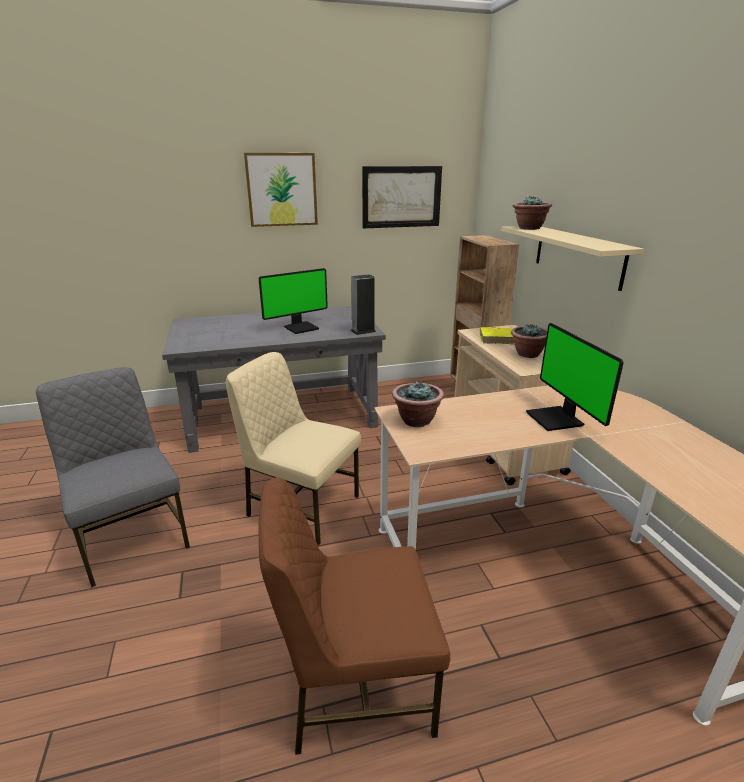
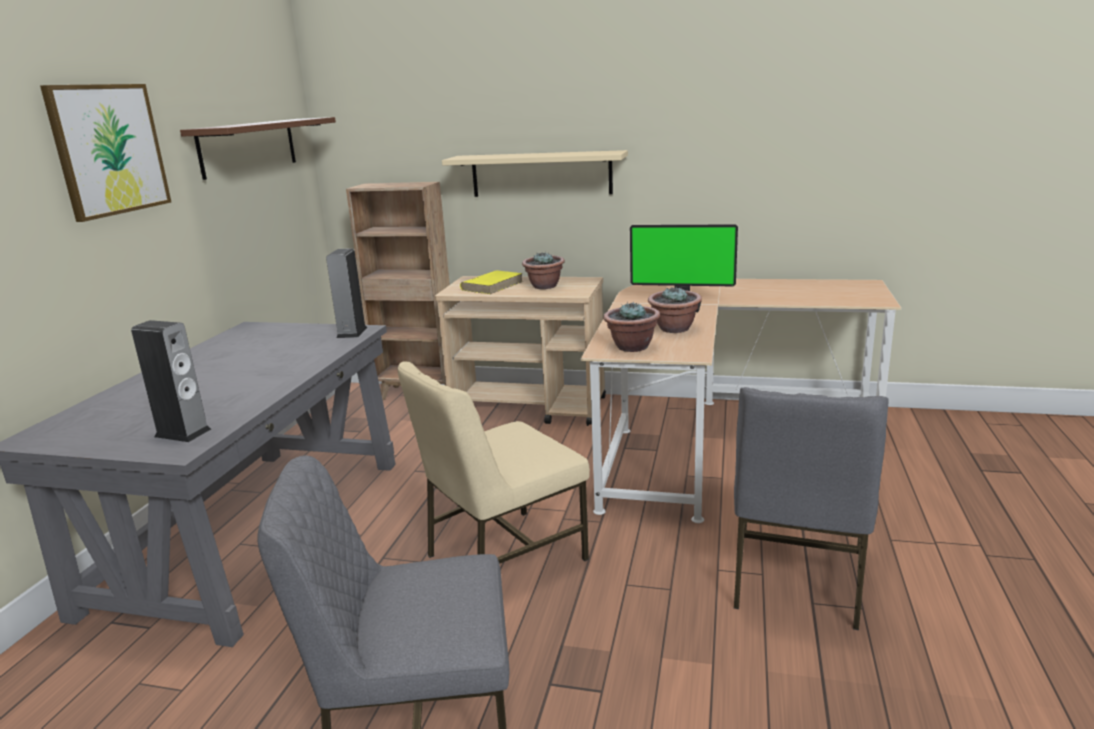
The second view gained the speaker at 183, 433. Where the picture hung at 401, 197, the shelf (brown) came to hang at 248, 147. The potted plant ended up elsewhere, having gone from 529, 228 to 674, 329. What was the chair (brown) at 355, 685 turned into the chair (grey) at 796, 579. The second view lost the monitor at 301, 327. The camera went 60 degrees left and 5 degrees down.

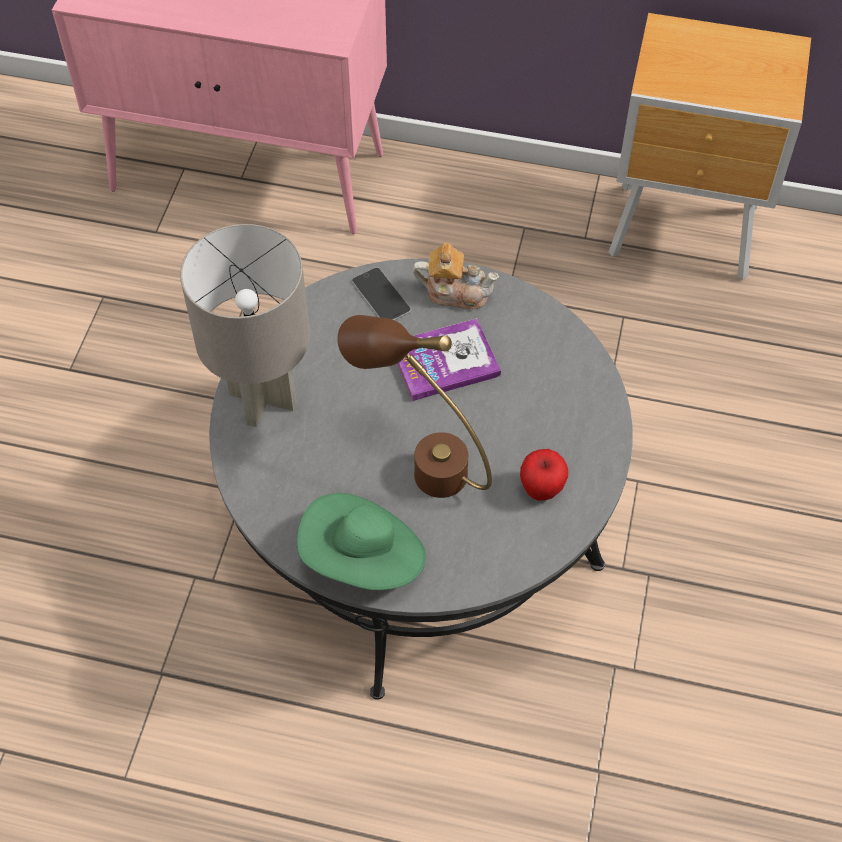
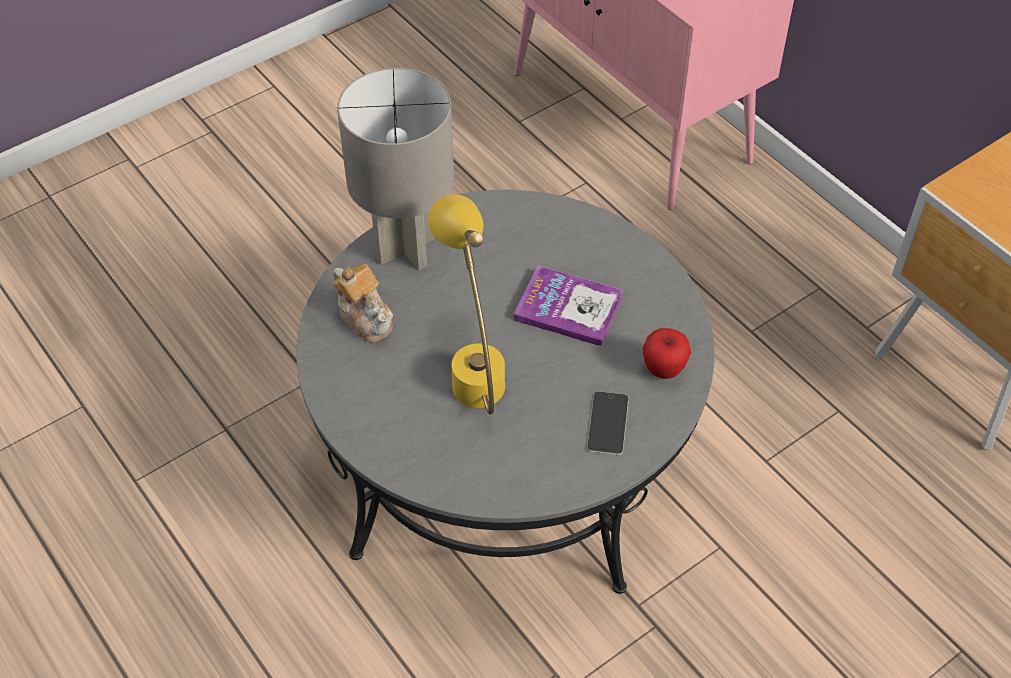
The teapot ended up elsewhere, having gone from 455, 292 to 366, 317. What was the table lamp (brown) at 419, 461 turned into the table lamp (yellow) at 472, 366. The phone ended up elsewhere, having gone from 381, 295 to 608, 423. The apple ended up elsewhere, having gone from 541, 489 to 663, 370. The second view lost the hat (green) at 364, 559. The camera went 40 degrees right and 5 degrees down.

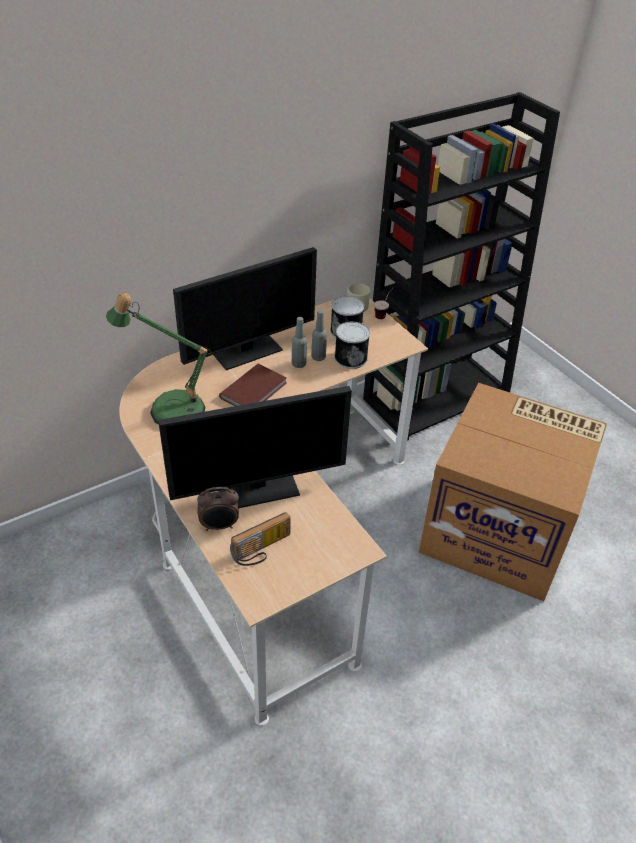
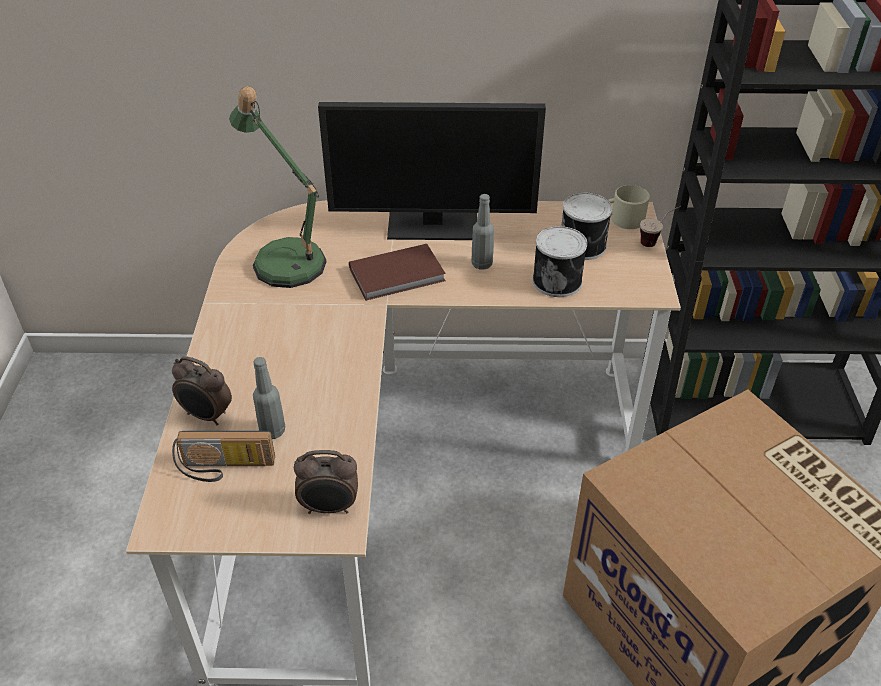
The bottle (grey) ended up elsewhere, having gone from 318, 357 to 272, 431. The second view gained the alarm clock at 329, 508. The second view lost the monitor at 257, 485. The camera went 35 degrees right and 0 degrees up.

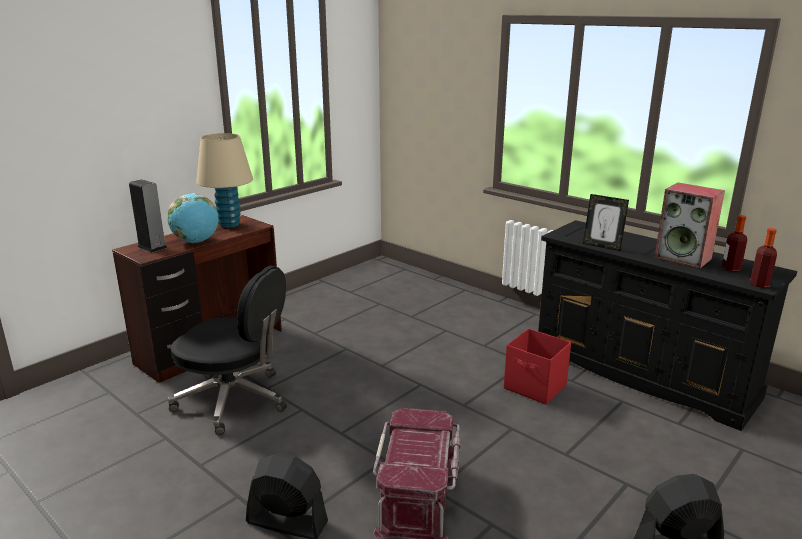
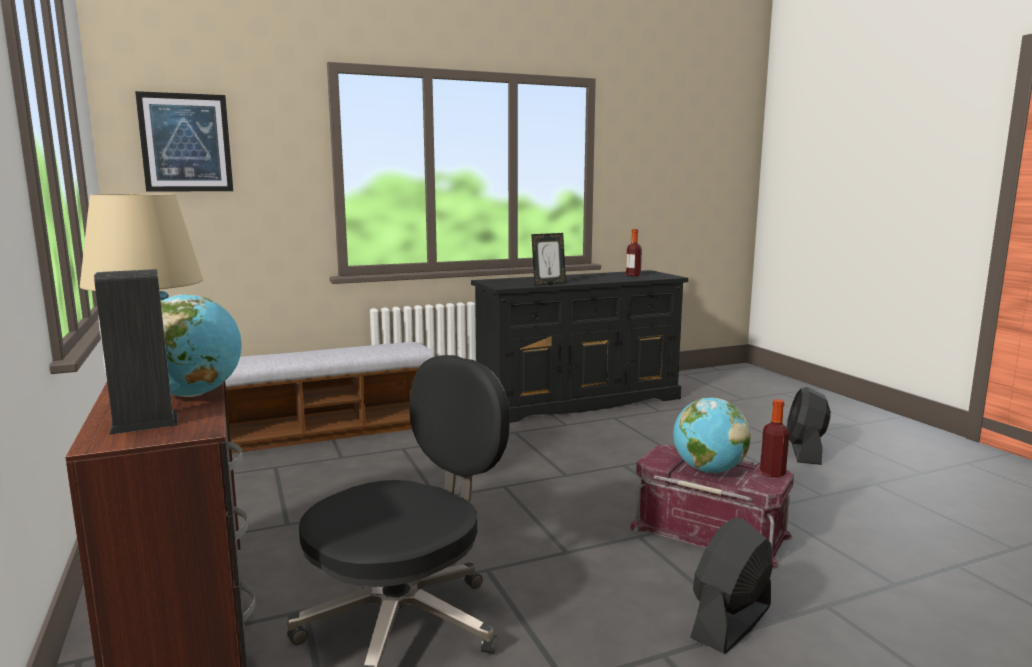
The second view gained the picture at 186, 143. The second view gained the bench at 331, 431. The second view gained the globe at 708, 470. The bottle ended up elsewhere, having gone from 759, 284 to 772, 473. The second view lost the storage box (red) at 535, 387. The second view lost the speaker at 683, 258. The camera went 65 degrees left and 10 degrees down.

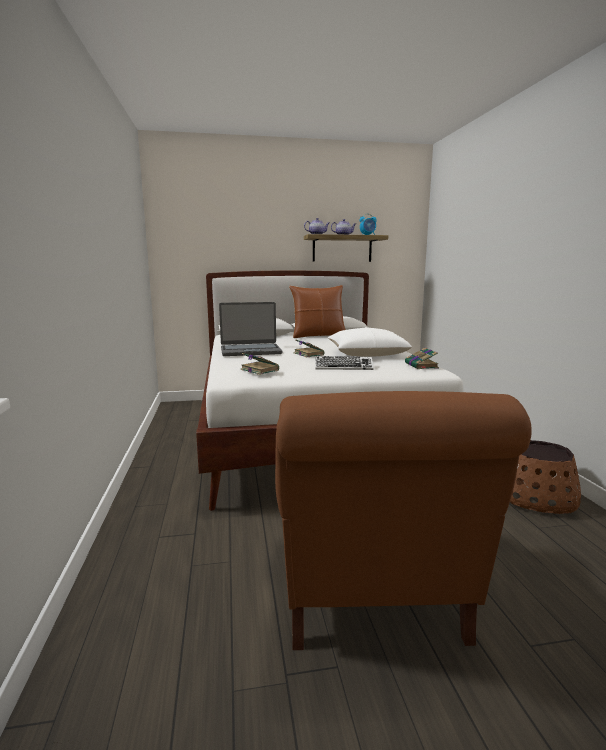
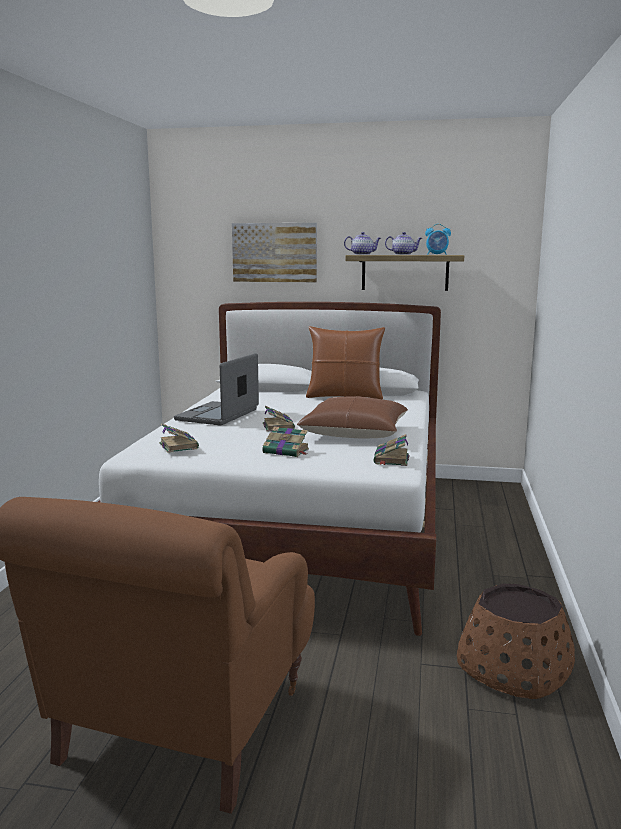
The laptop at 250, 351 ended up facing another way, 105 degrees clockwise from before. The second view gained the picture at 275, 252. Where the keyboard stood at 343, 367, the book came to stand at 287, 451. What was the pillow (white) at 366, 354 turned into the pillow (brown) at 354, 433. The camera went 20 degrees right and 0 degrees up.

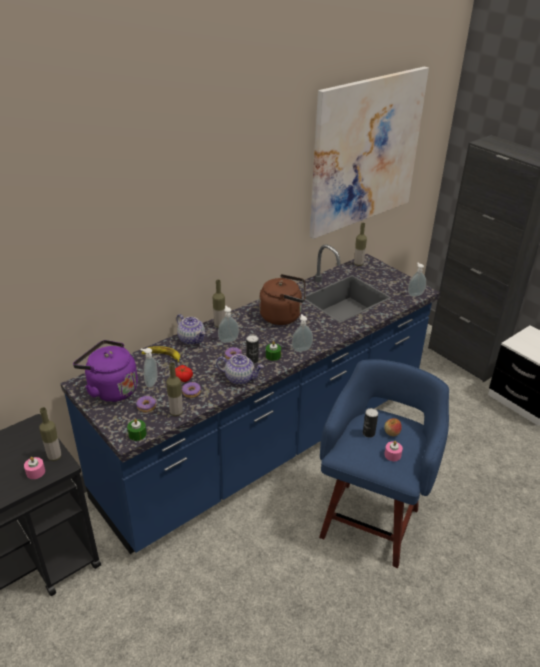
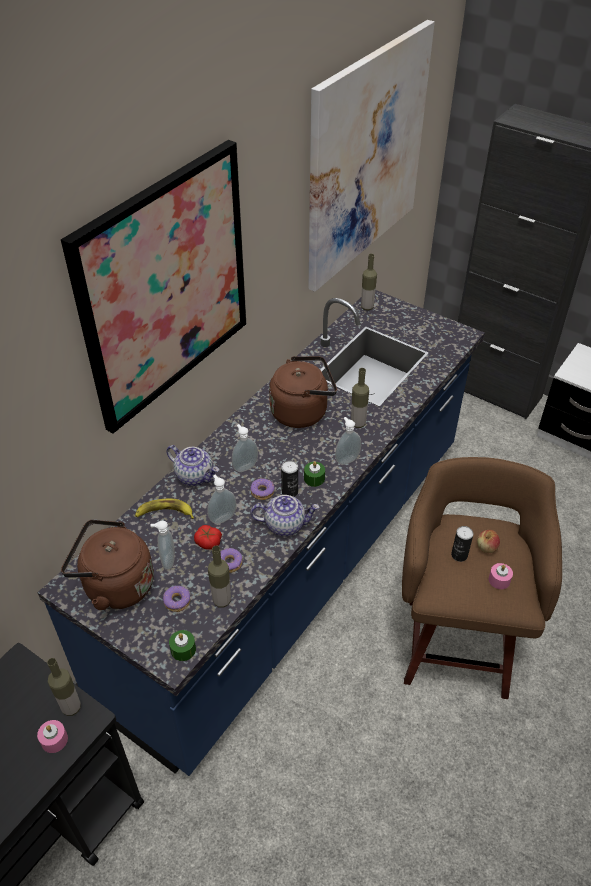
The second view gained the picture at 165, 287. What was the kettle (purple) at 110, 389 turned into the kettle (brown) at 115, 585. The soap dispenser ended up elsewhere, having gone from 415, 294 to 222, 517. The bottle ended up elsewhere, having gone from 219, 325 to 358, 423. What was the stool (blue) at 371, 520 turned into the stool (brown) at 456, 642. The camera went 15 degrees left and 10 degrees up.

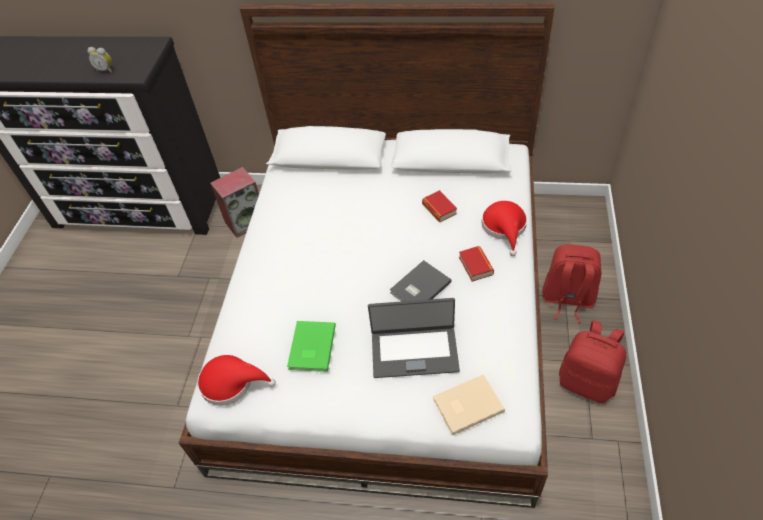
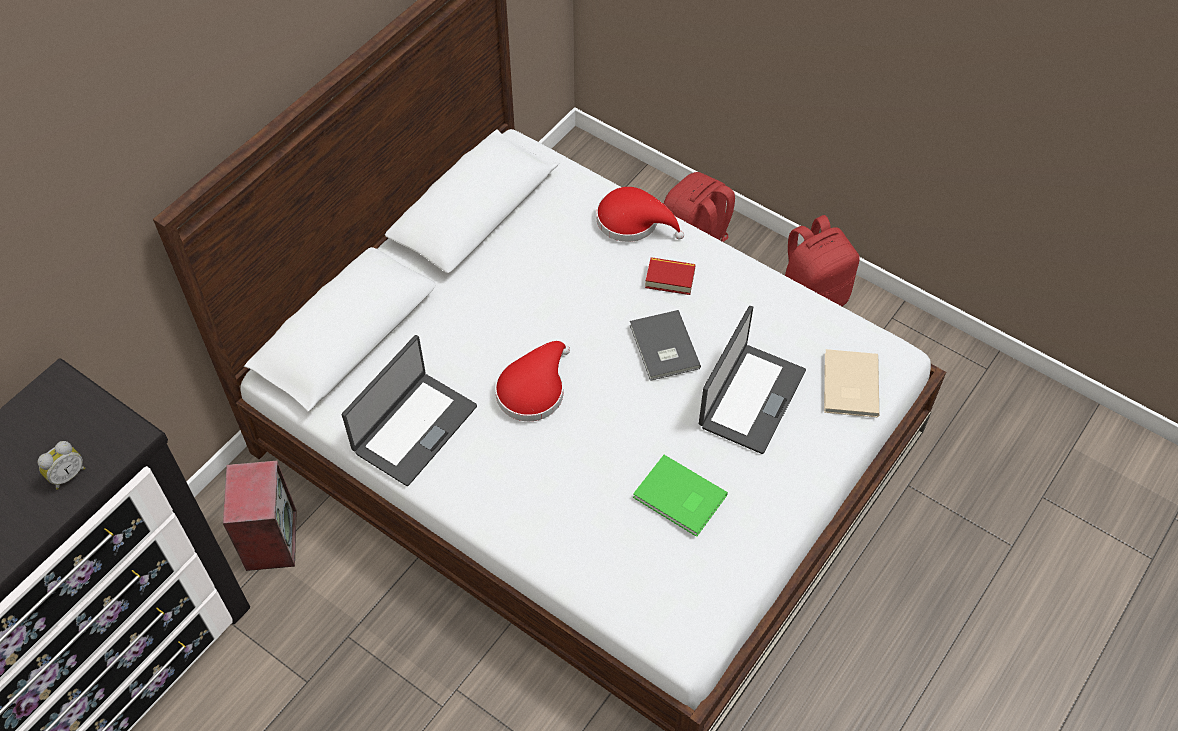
The second view gained the laptop at 414, 428. The hat (red) ended up elsewhere, having gone from 231, 382 to 533, 389. The second view lost the book at 439, 209. The camera went 65 degrees left and 5 degrees up.

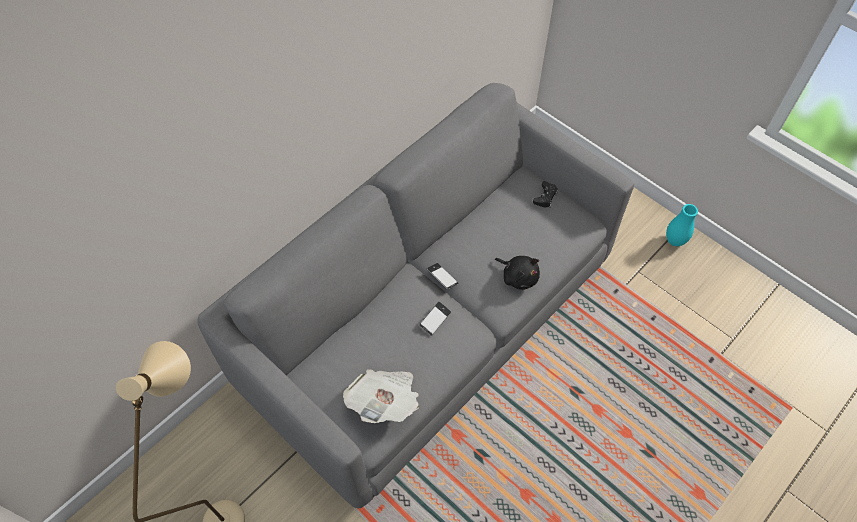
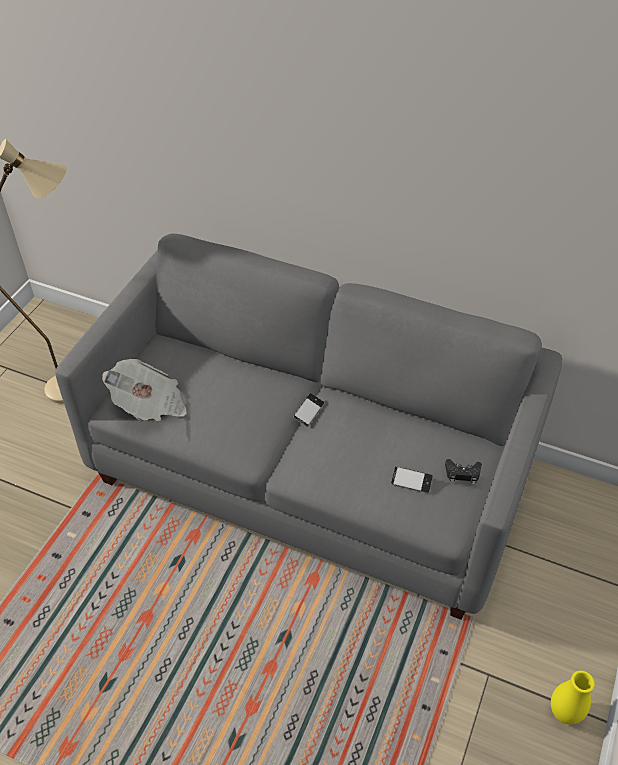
The phone ended up elsewhere, having gone from 435, 320 to 411, 482. What was the vase (turquoise) at 674, 241 turned into the vase (yellow) at 564, 713. The second view lost the plush toy (black) at 518, 276. The camera went 70 degrees right and 10 degrees down.

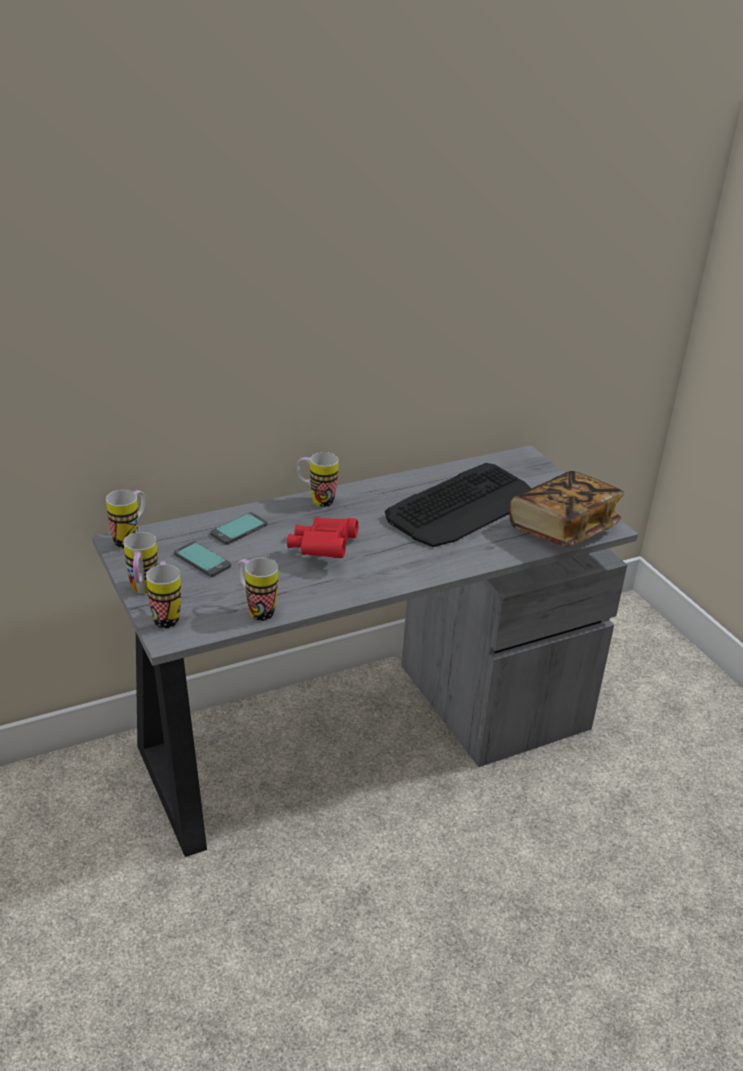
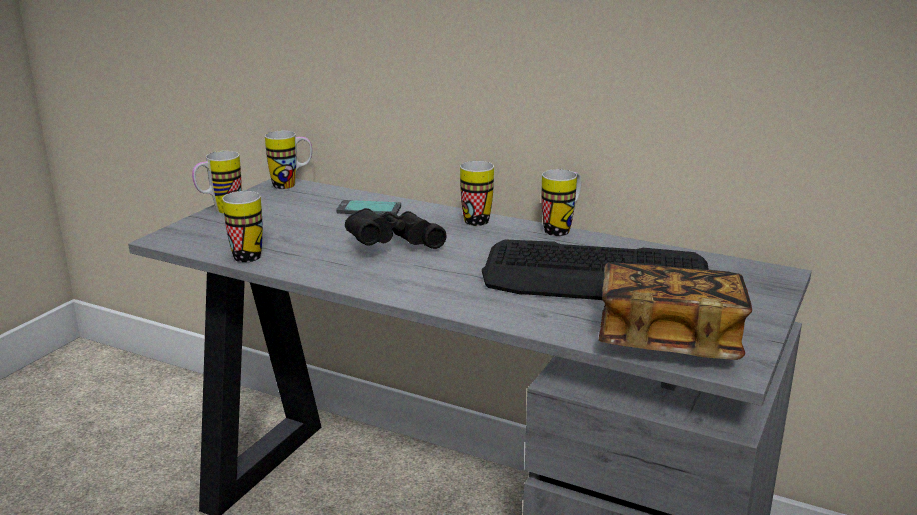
What was the binoculars (red) at 322, 550 turned into the binoculars (black) at 392, 246. The mug ended up elsewhere, having gone from 166, 616 to 562, 229. The second view lost the phone at 202, 560. The camera went 55 degrees right and 10 degrees down.

